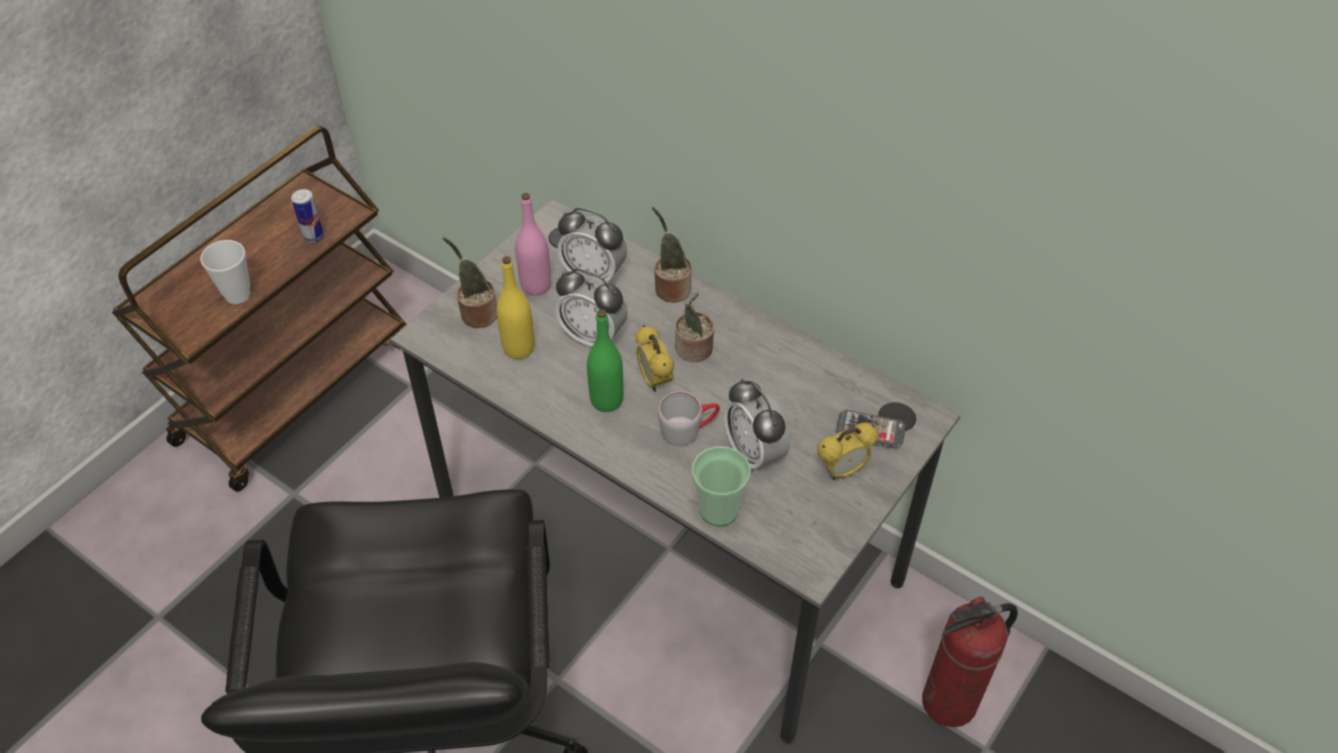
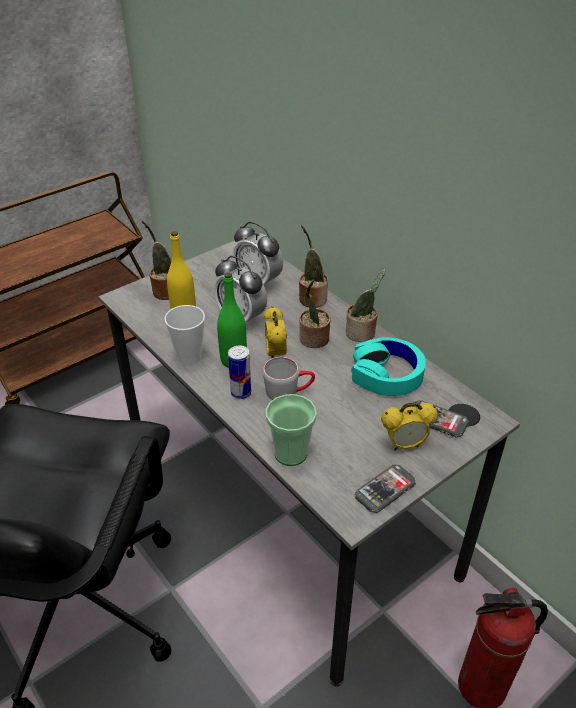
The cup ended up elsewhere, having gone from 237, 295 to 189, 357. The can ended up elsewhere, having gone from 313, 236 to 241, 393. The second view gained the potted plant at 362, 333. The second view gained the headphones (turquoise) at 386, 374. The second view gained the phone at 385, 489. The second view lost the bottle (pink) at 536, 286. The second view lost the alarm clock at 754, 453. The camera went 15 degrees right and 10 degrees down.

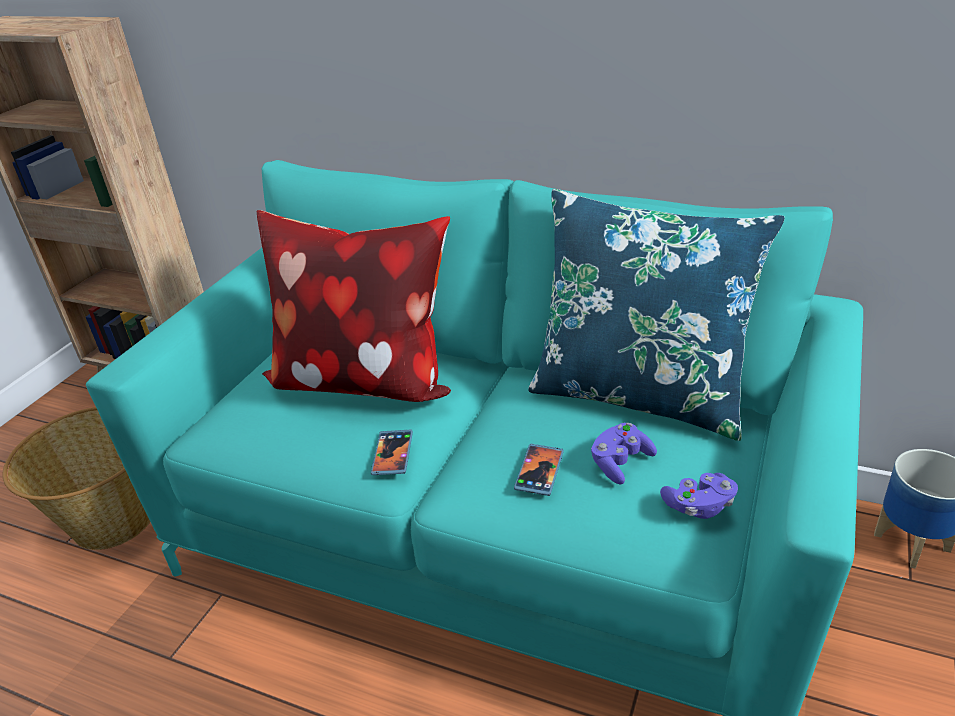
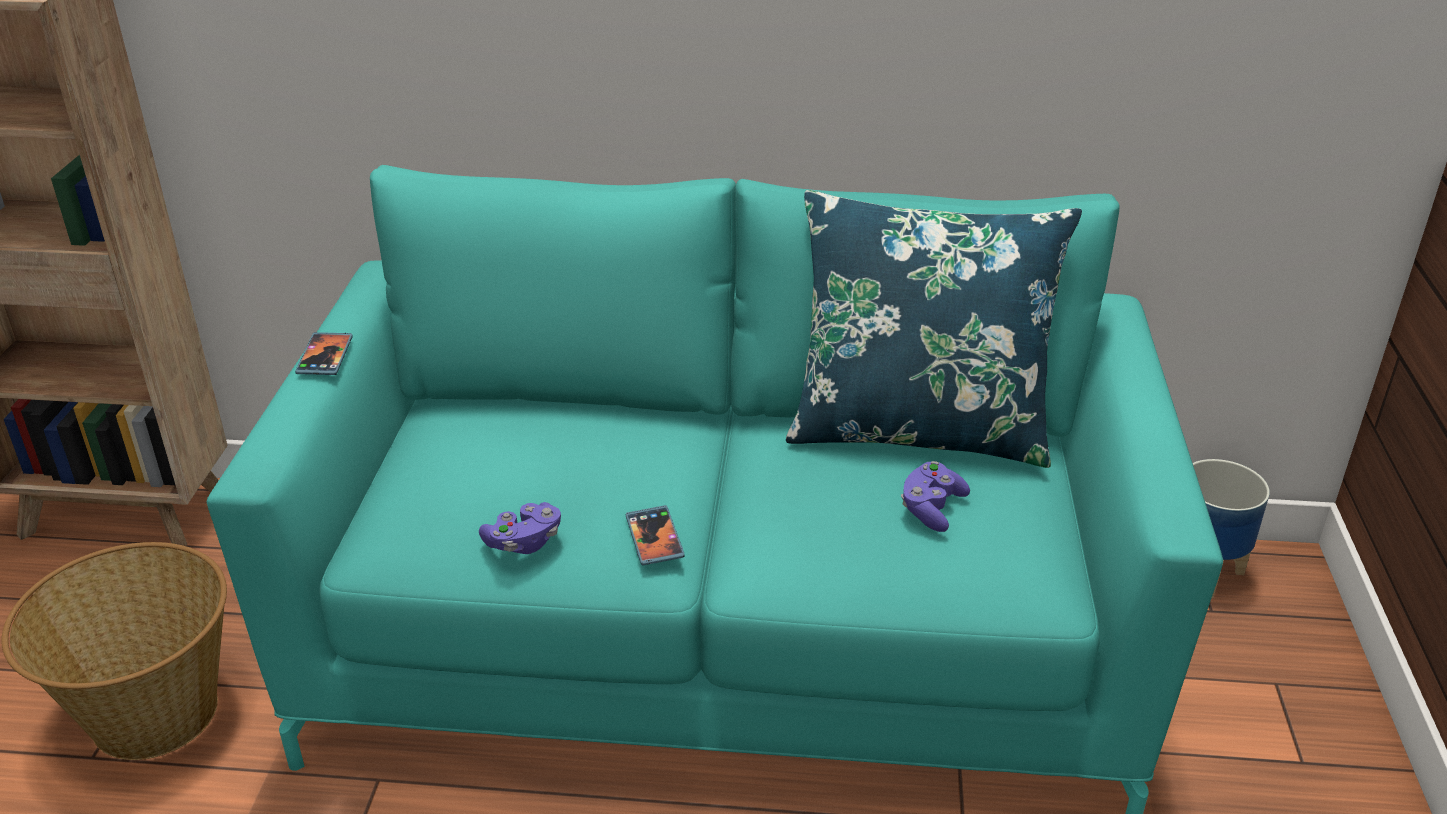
The phone ended up elsewhere, having gone from 539, 471 to 325, 356. The game controller (purple) ended up elsewhere, having gone from 699, 506 to 524, 542. The second view lost the pillow at 364, 379. The camera went 20 degrees left and 0 degrees up.

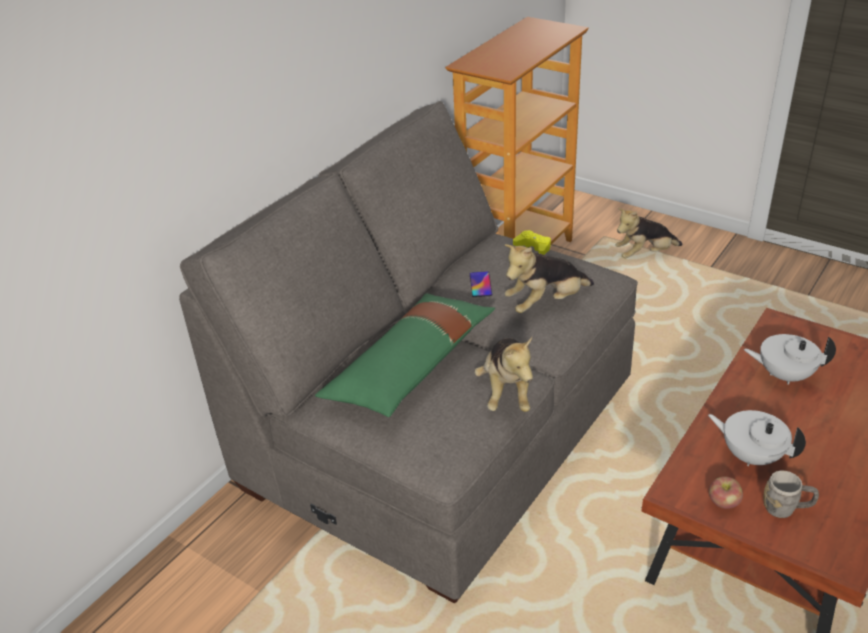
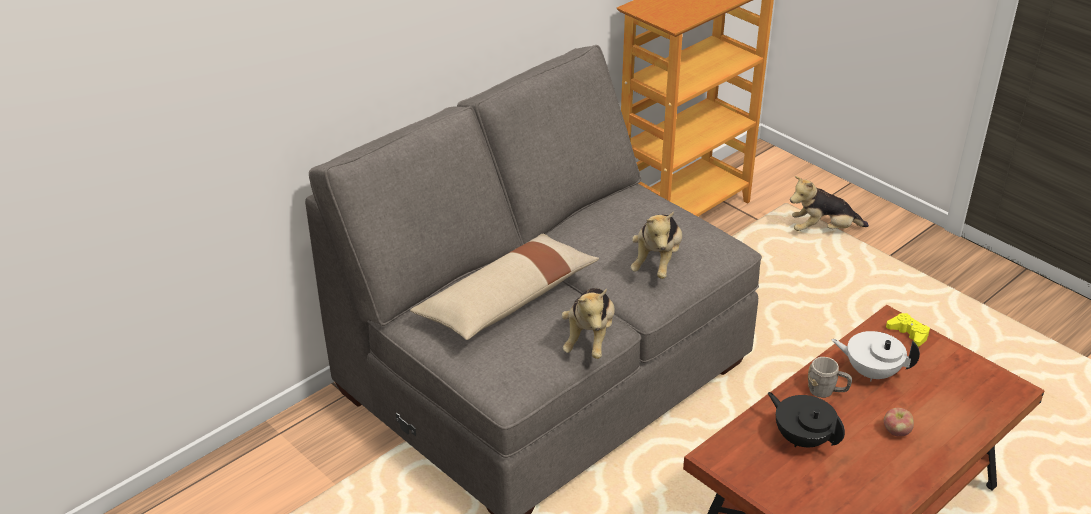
What was the pillow (green) at 410, 367 turned into the pillow (beige) at 507, 301. The plush toy at 546, 303 ended up facing another way, 60 degrees counterclockwise from before. What was the teapot (white) at 751, 455 turned into the teapot (black) at 802, 438. The mug (grey) ended up elsewhere, having gone from 786, 509 to 826, 392. The apple ended up elsewhere, having gone from 723, 503 to 896, 432. The game controller (yellow) ended up elsewhere, having gone from 533, 247 to 908, 333. The second view lost the phone at 480, 284. The camera went 10 degrees right and 0 degrees up.

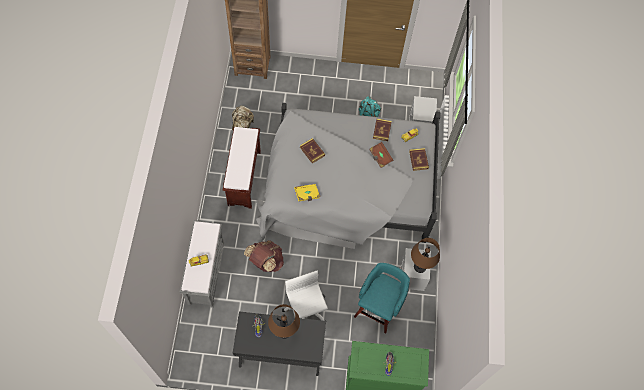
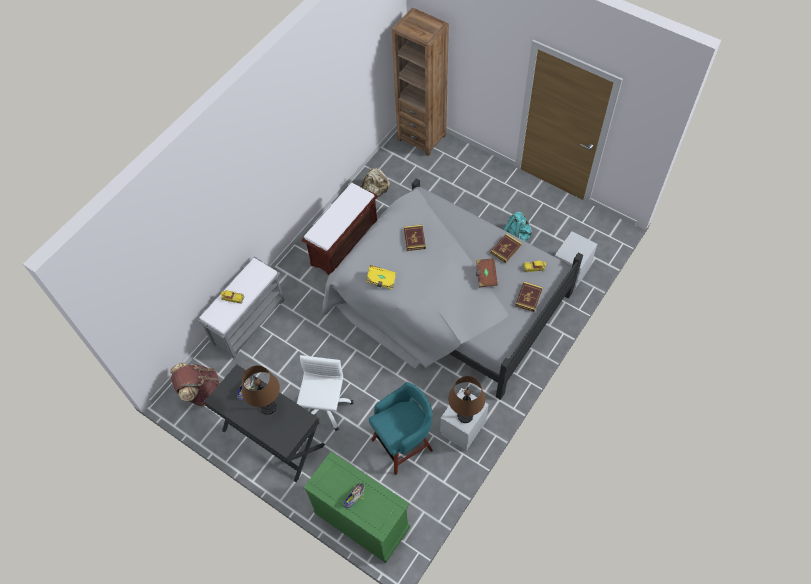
The backpack (brown) ended up elsewhere, having gone from 265, 262 to 201, 391. The camera went 35 degrees right and 5 degrees down.

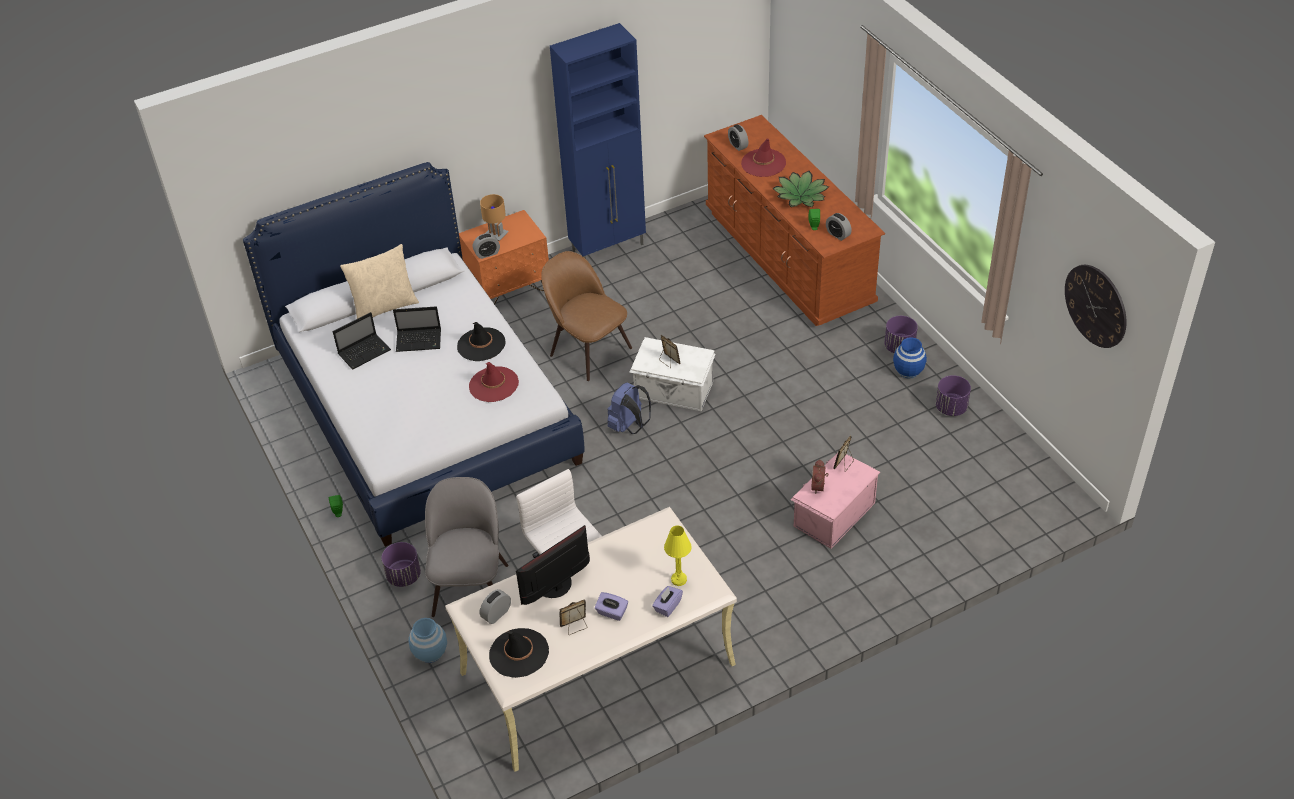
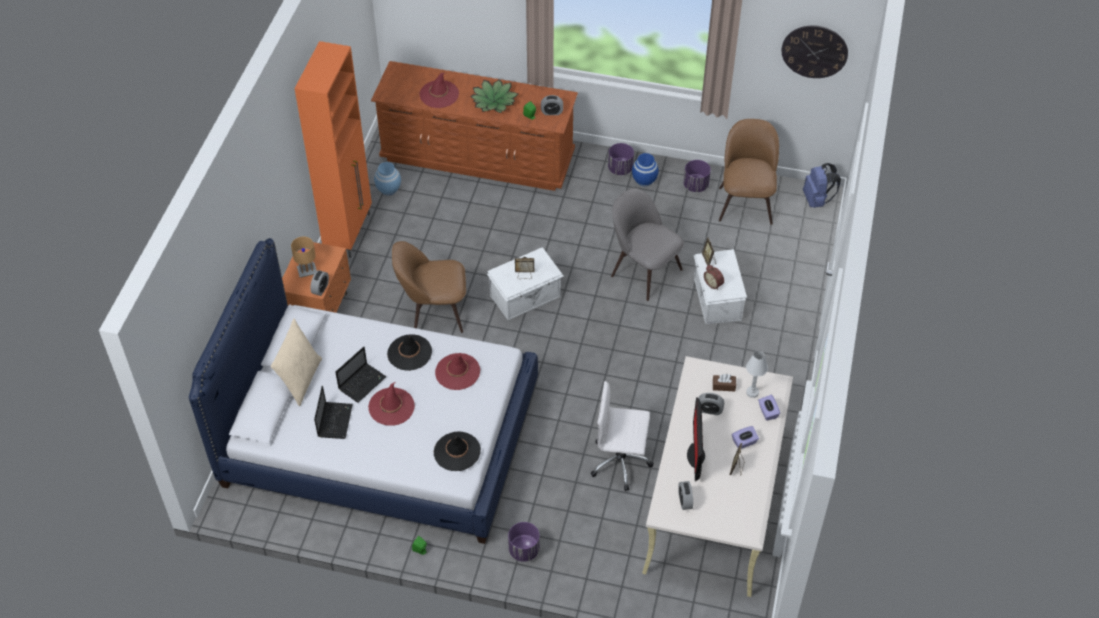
What was the cabinet (blue) at 609, 248 turned into the cabinet (orange) at 349, 233. The second view gained the hat (red) at 391, 407. The vase (blue) ended up elsewhere, having gone from 430, 652 to 388, 189. The hat (black) ended up elsewhere, having gone from 519, 653 to 457, 451. The chair (grey) ended up elsewhere, having gone from 470, 586 to 644, 271. What was the storage box (pink) at 833, 514 turned into the storage box (white) at 716, 299. The alarm clock ended up elsewhere, having gone from 738, 145 to 709, 410. The second view gained the tissue box (brown) at 723, 386. The second view gained the chair (brown) at 745, 203. What was the table lamp (yellow) at 679, 579 turned into the table lamp (white) at 752, 392. The backpack (blue) ended up elsewhere, having gone from 629, 426 to 817, 200. The camera went 50 degrees left and 5 degrees up.

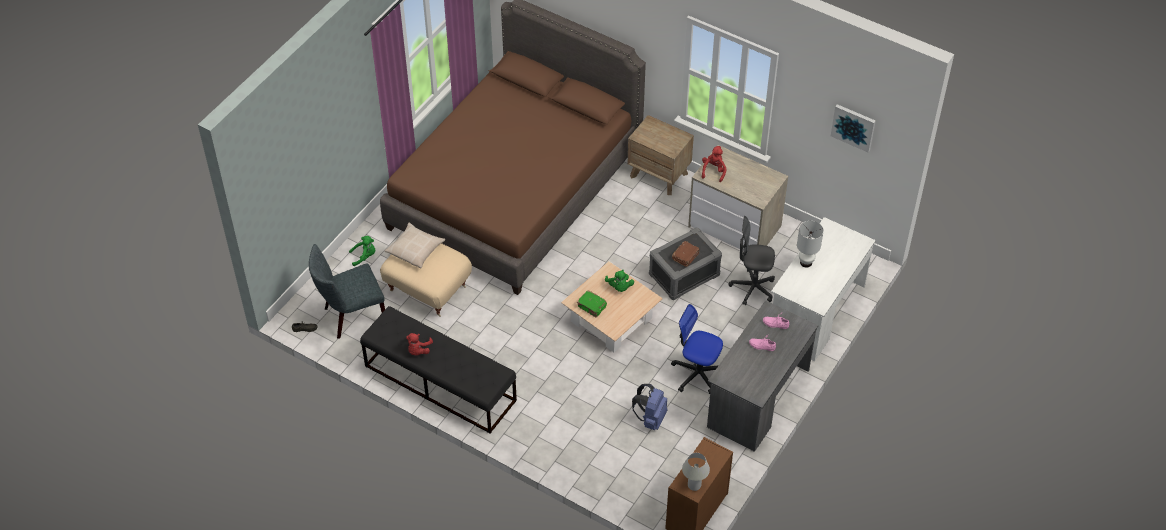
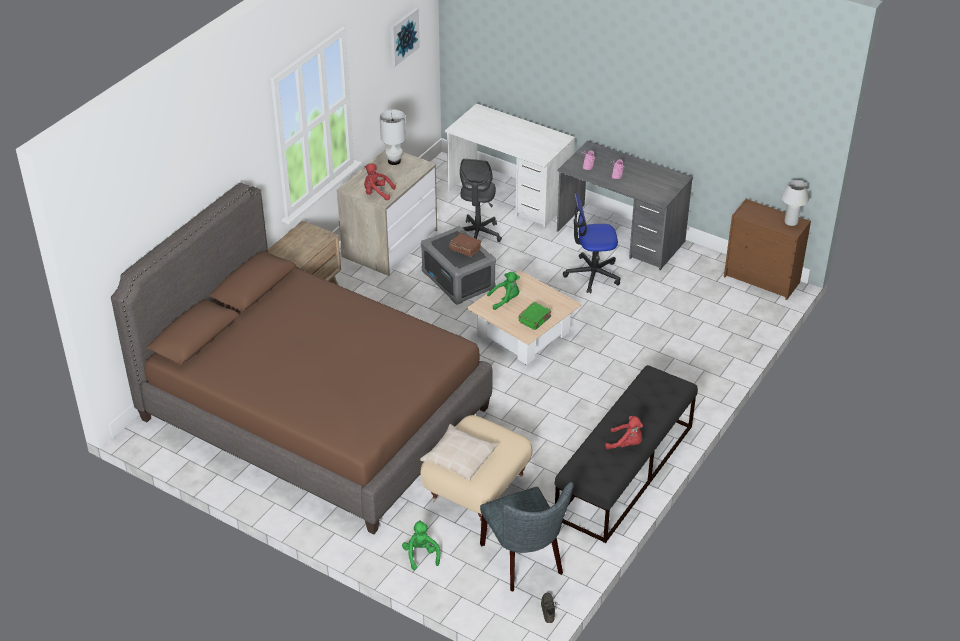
The table lamp (white) ended up elsewhere, having gone from 806, 262 to 394, 161. The office chair at 697, 373 ended up facing another way, 60 degrees clockwise from before. The second view lost the backpack (blue) at 650, 418. The camera went 90 degrees left and 10 degrees down.

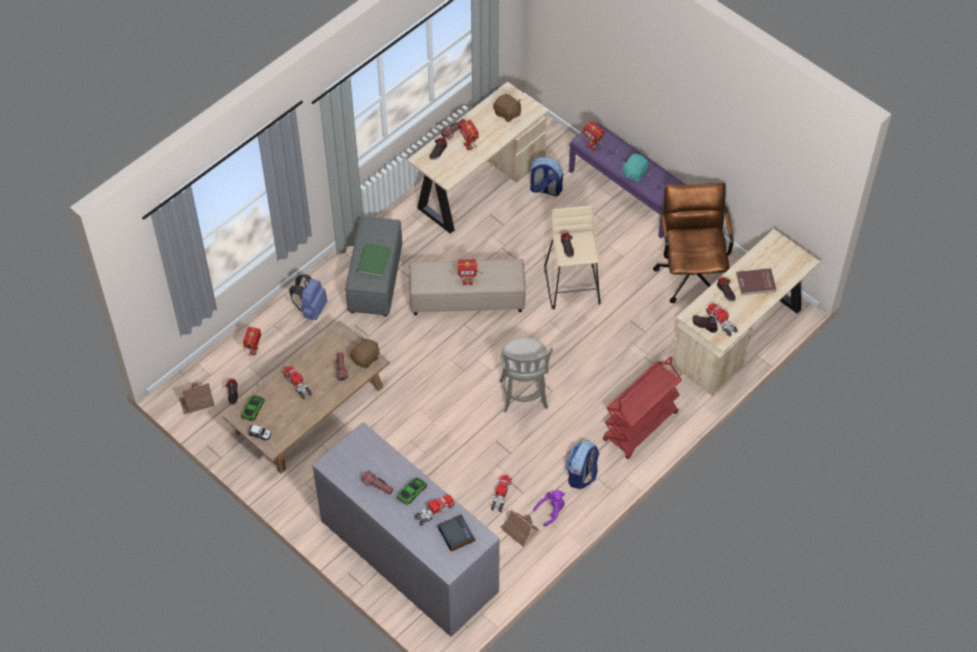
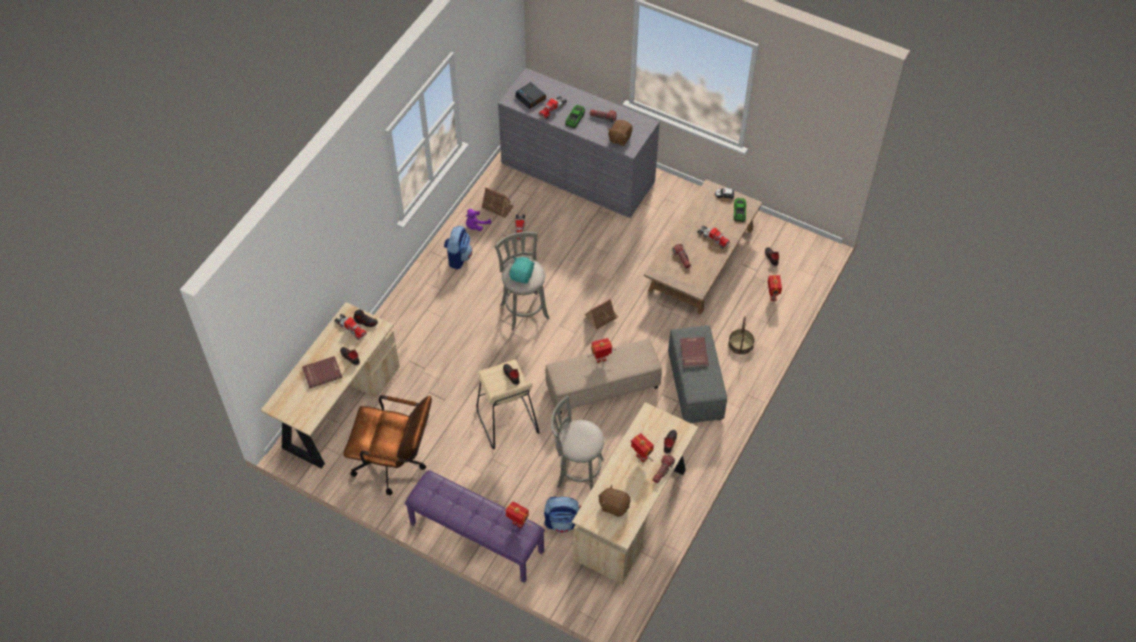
The office chair (brown) at 690, 271 ended up facing another way, 60 degrees counterclockwise from before. The plush toy (turquoise) ended up elsewhere, having gone from 634, 173 to 522, 275. The second view gained the stool (grey) at 577, 472. The toy house ended up elsewhere, having gone from 197, 402 to 601, 317. The plush toy (brown) ended up elsewhere, having gone from 366, 358 to 619, 138. What was the book (green) at 374, 261 turned into the book (red) at 693, 353. Where the backpack (blue) stood at 311, 309, the basket came to stand at 740, 344. The second view lost the cart (red) at 640, 427. The camera went 165 degrees right and 0 degrees up.

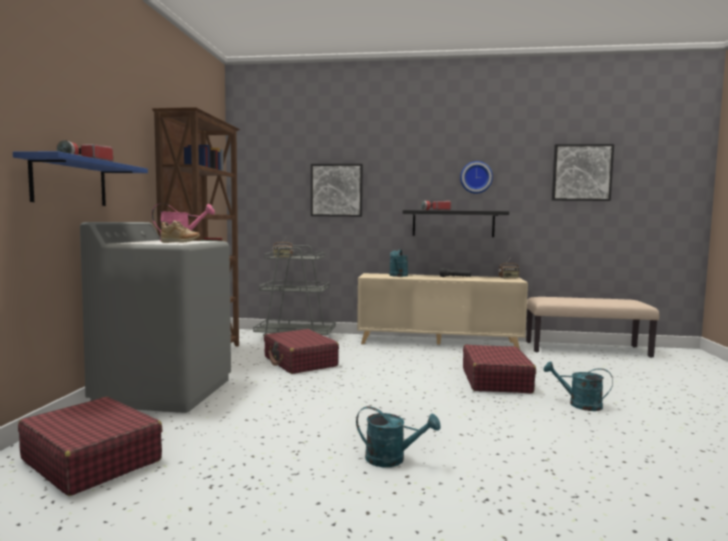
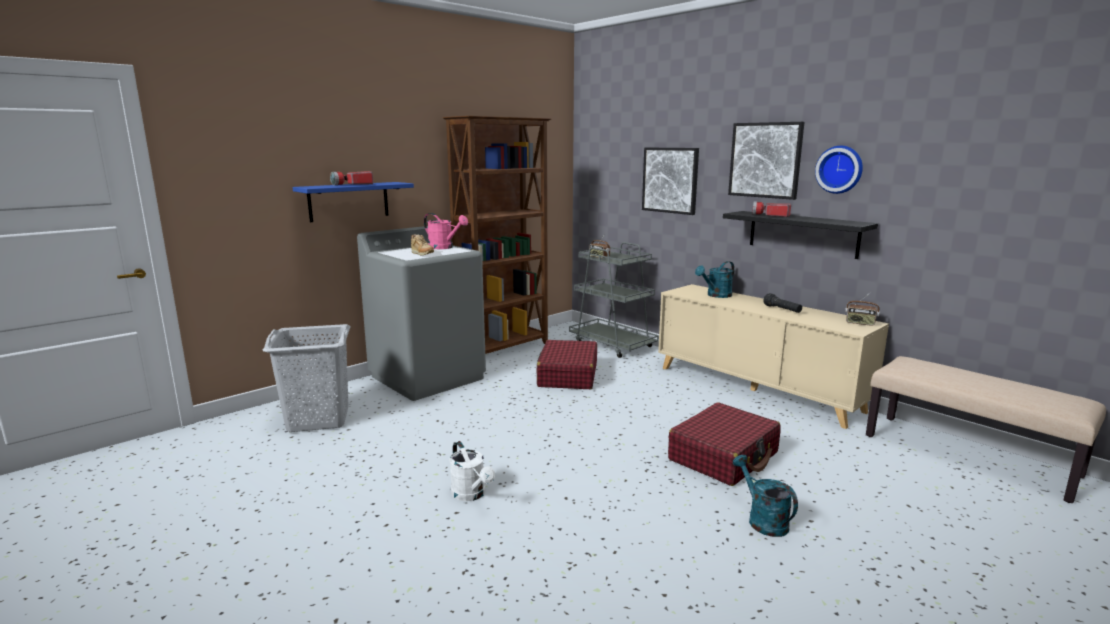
Where the suitcase (red) stood at 91, 460, the laundry basket (grey) came to stand at 318, 419. What was the watering can (turquoise) at 392, 459 turned into the watering can (white) at 471, 494. The picture ended up elsewhere, having gone from 581, 172 to 765, 160. The camera went 40 degrees right and 10 degrees up.

